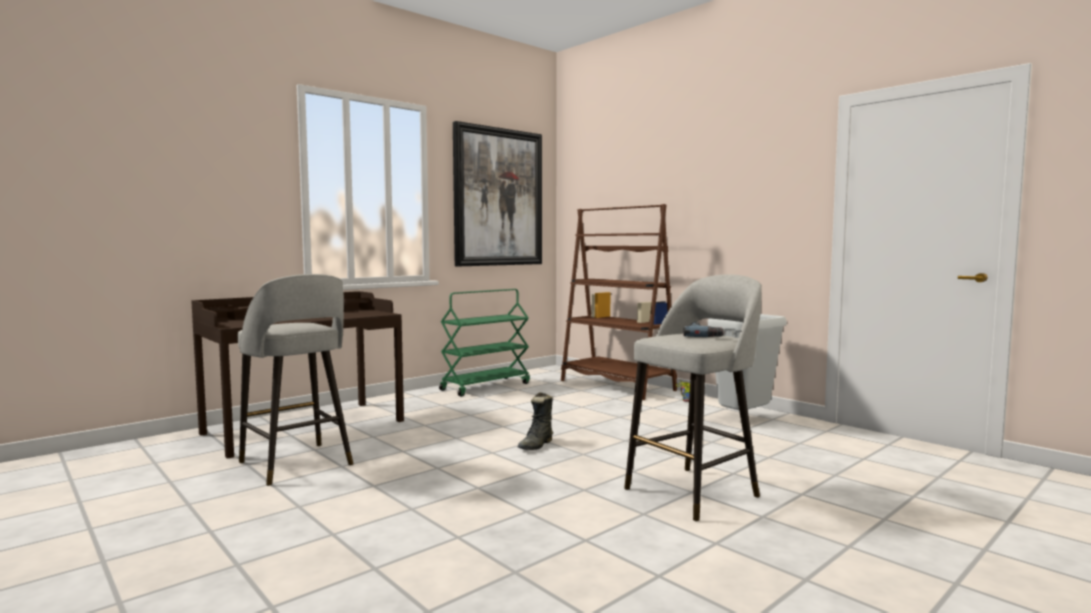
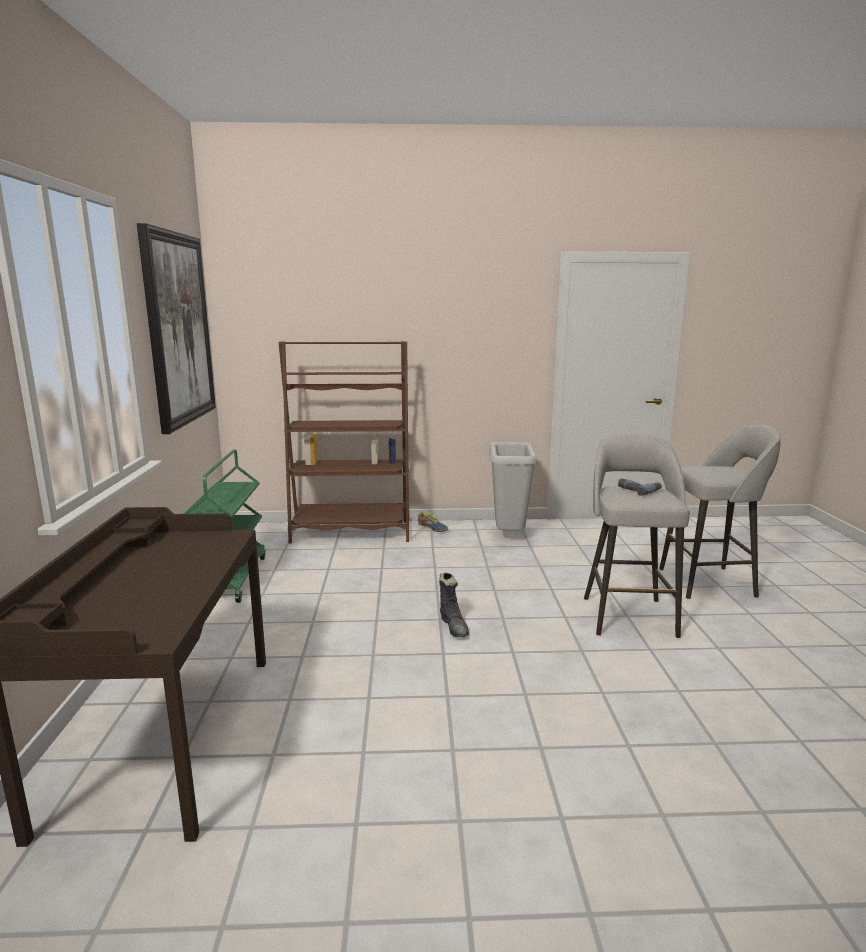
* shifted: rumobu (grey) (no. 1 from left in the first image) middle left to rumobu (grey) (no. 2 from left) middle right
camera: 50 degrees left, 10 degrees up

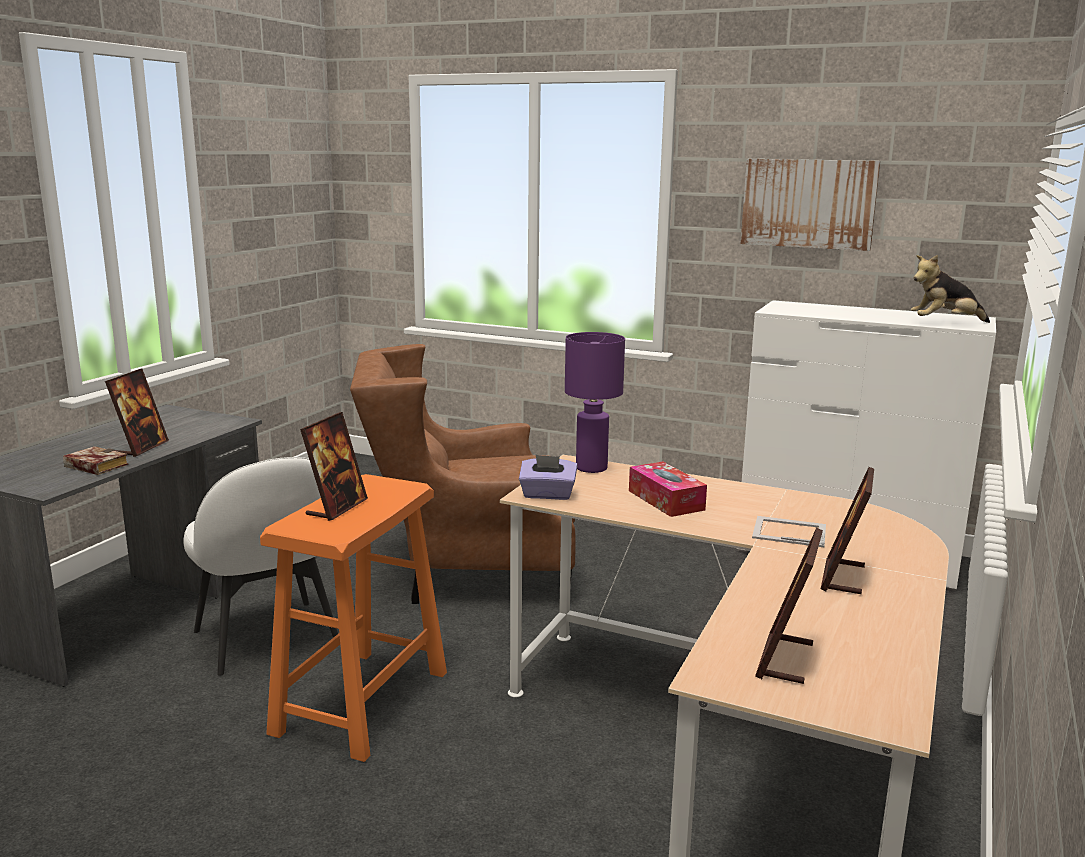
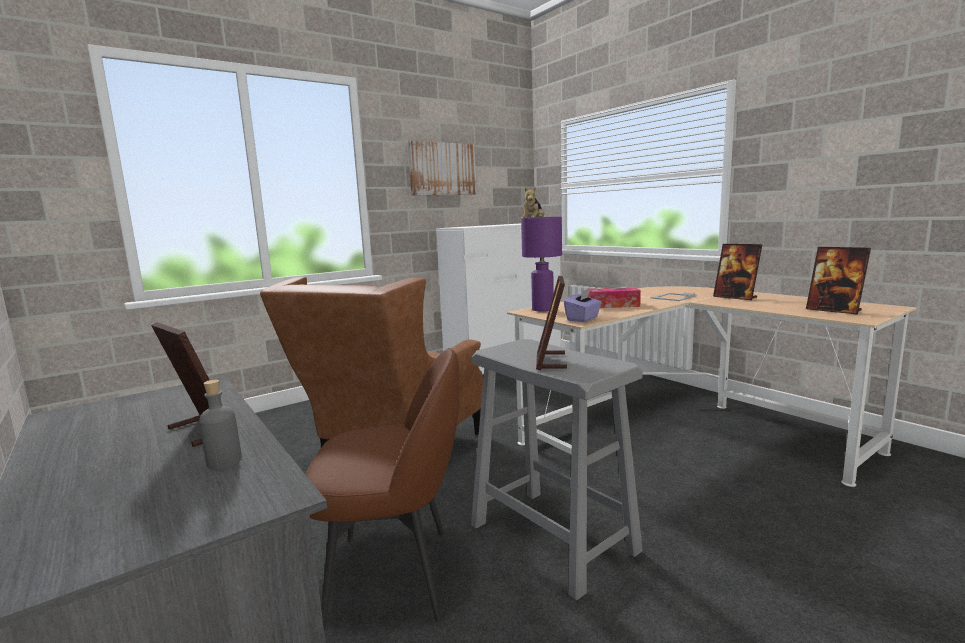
* rotated: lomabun (no. 2 from left) middle left = centre 135 degrees counterclockwise
* swapped: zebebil middle left to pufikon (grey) middle left
* repainted: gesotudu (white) middle left to gesotudu (brown) bottom centre
* repainted: rumobu (orange) bottom left to rumobu (grey) bottom centre
camera: 60 degrees left, 5 degrees down

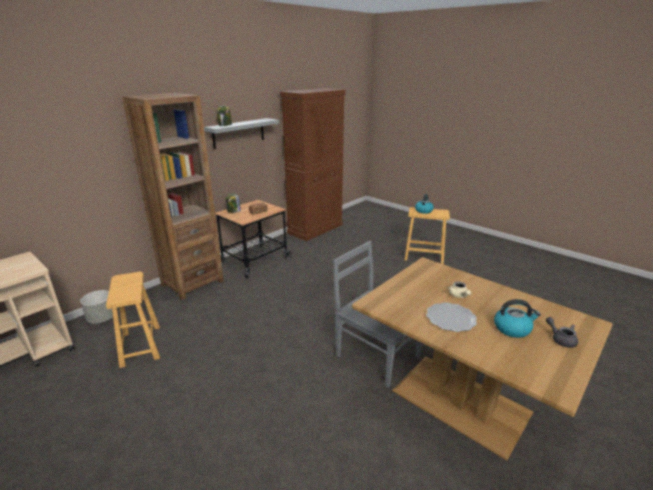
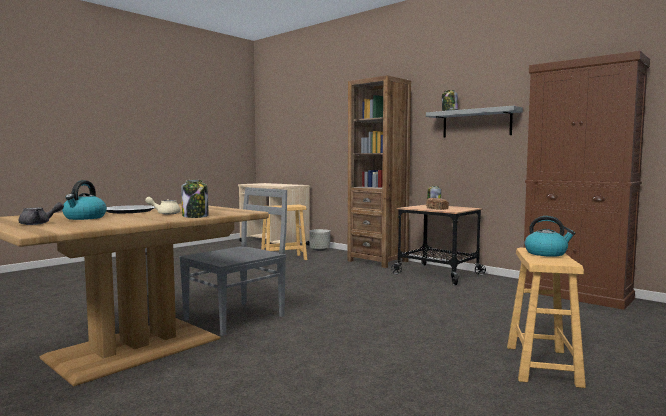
* new: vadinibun (no. 1 from left) middle left
camera: 90 degrees right, 20 degrees down

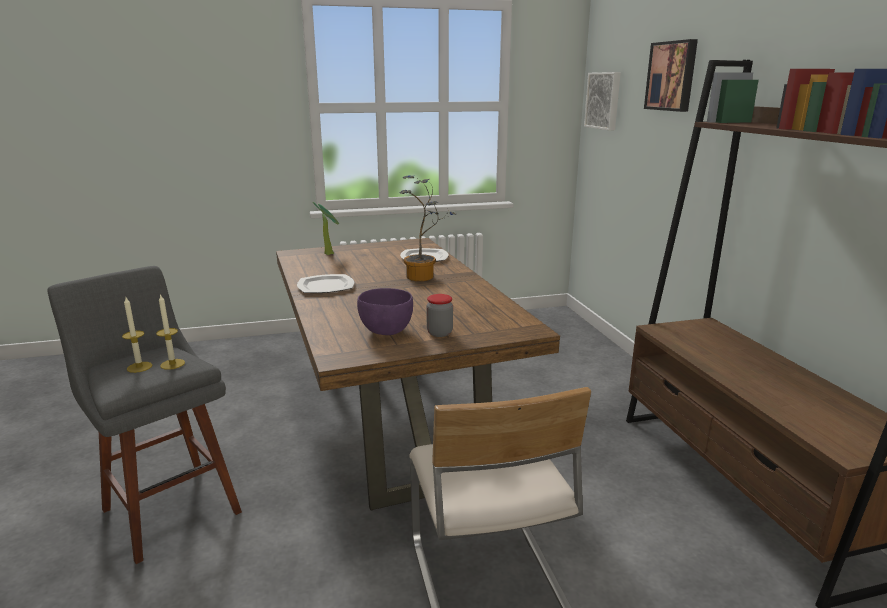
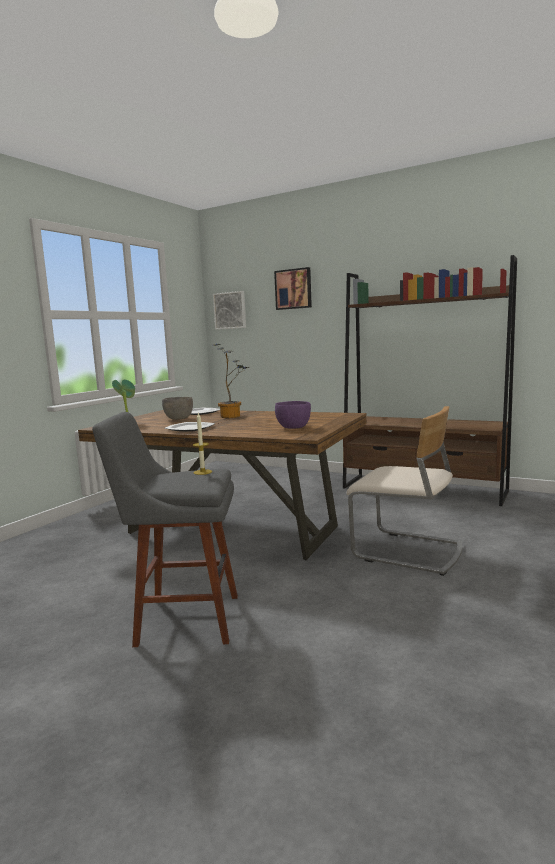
* gone: vadinibun centre
* gone: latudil (no. 1 from left) middle left
* new: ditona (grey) middle left
camera: 45 degrees left, 10 degrees down

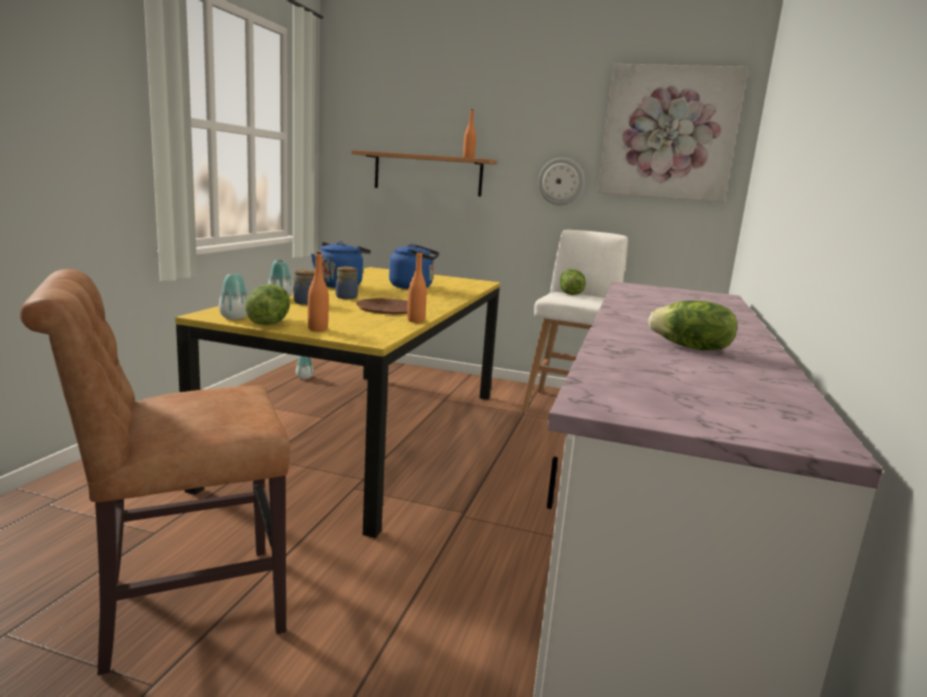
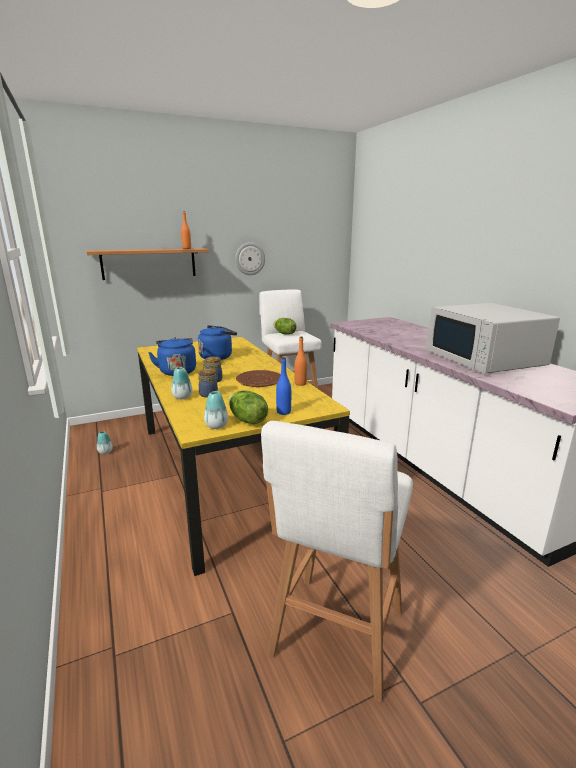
* gone: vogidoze top right
* repainted: pufikon (orange) (no. 1 from left) centre to pufikon (blue) centre
* swapped: gesotudu (brown) bottom left to rumobu (white) (no. 2 from left) bottom centre
* swapped: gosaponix (no. 3 from left) middle right to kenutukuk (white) middle right
camera: 40 degrees left, 5 degrees up

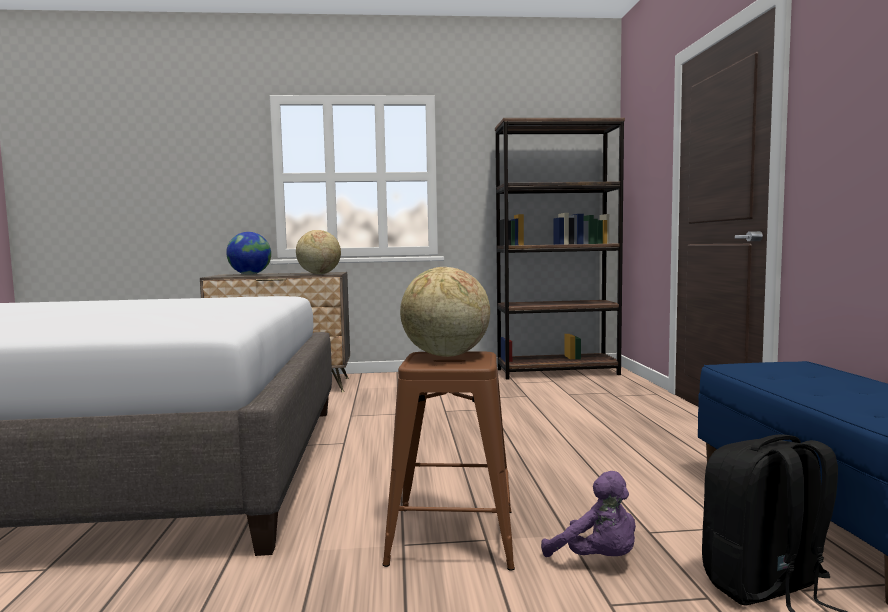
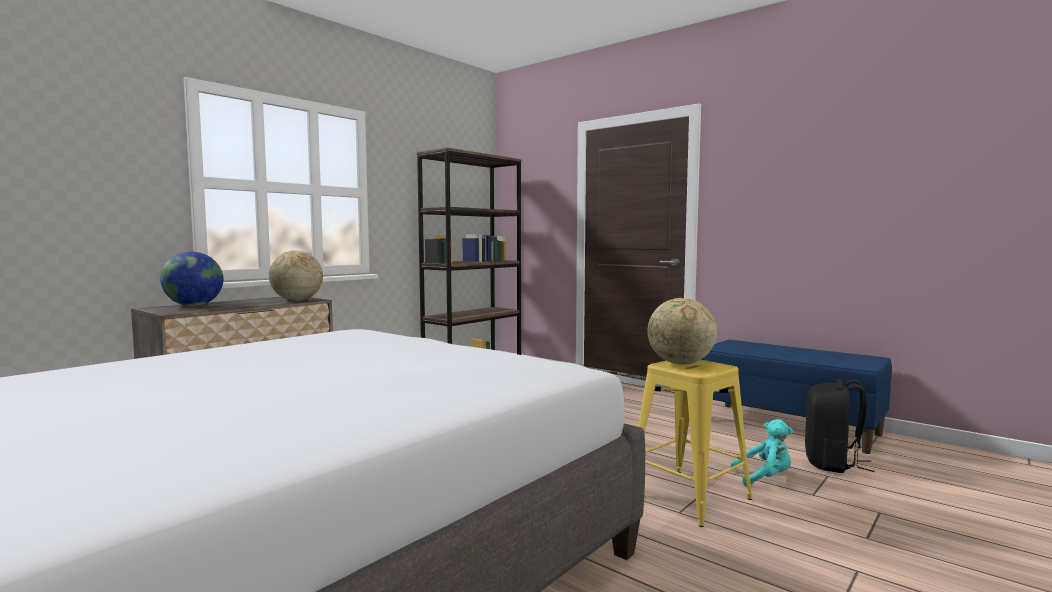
* repainted: rumobu (brown) bottom centre to rumobu (yellow) bottom centre
* repainted: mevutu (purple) bottom centre to mevutu (turquoise) bottom right
camera: 45 degrees left, 0 degrees up

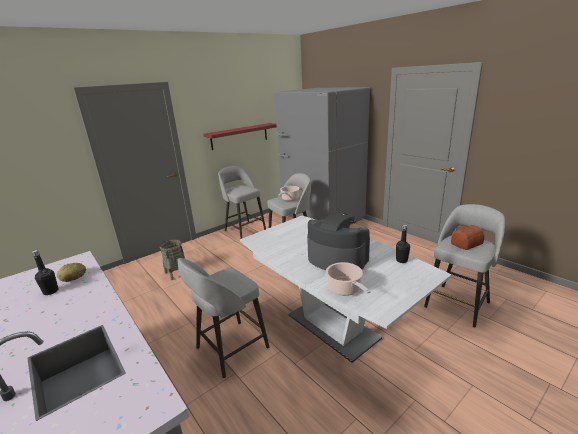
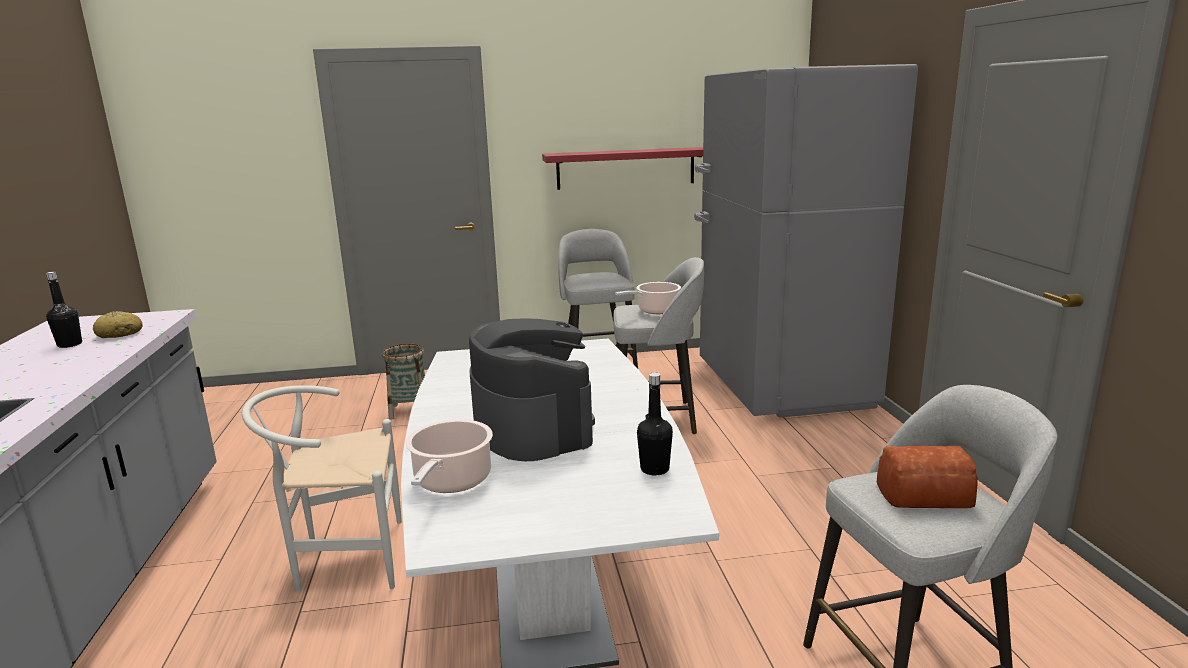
* swapped: rumobu (grey) (no. 1 from left) bottom centre to gesotudu (white) bottom left
camera: 30 degrees right, 5 degrees down

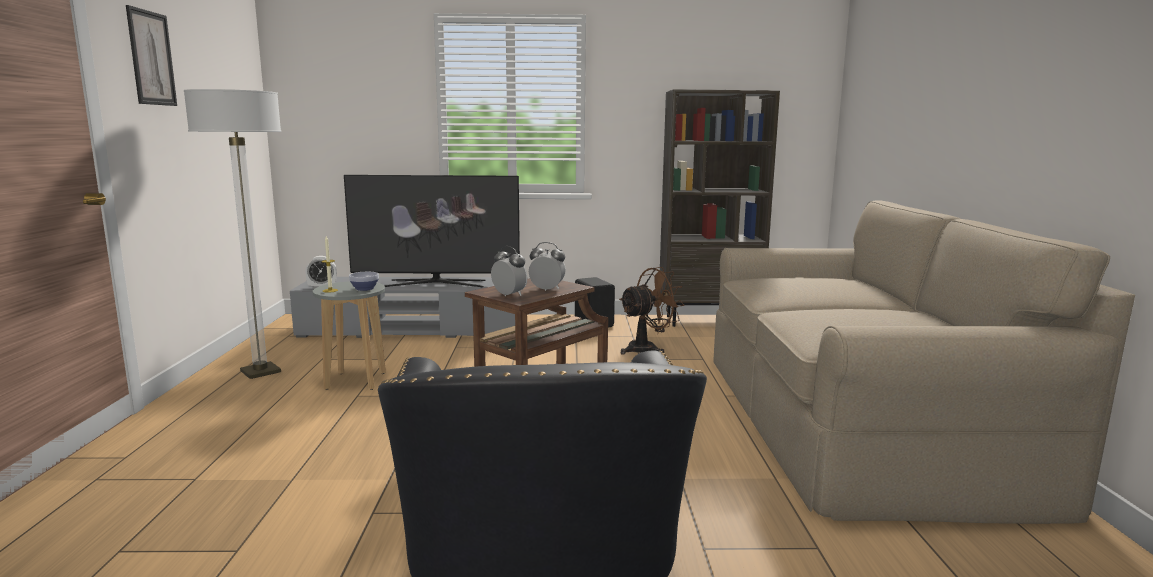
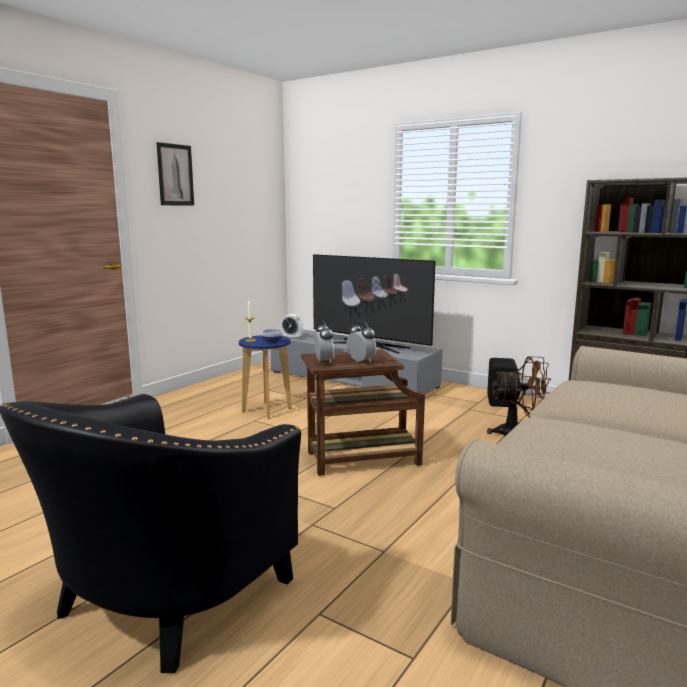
* gone: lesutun middle left
* repainted: rumobu (grey) middle left to rumobu (blue) centre
camera: 35 degrees right, 0 degrees up

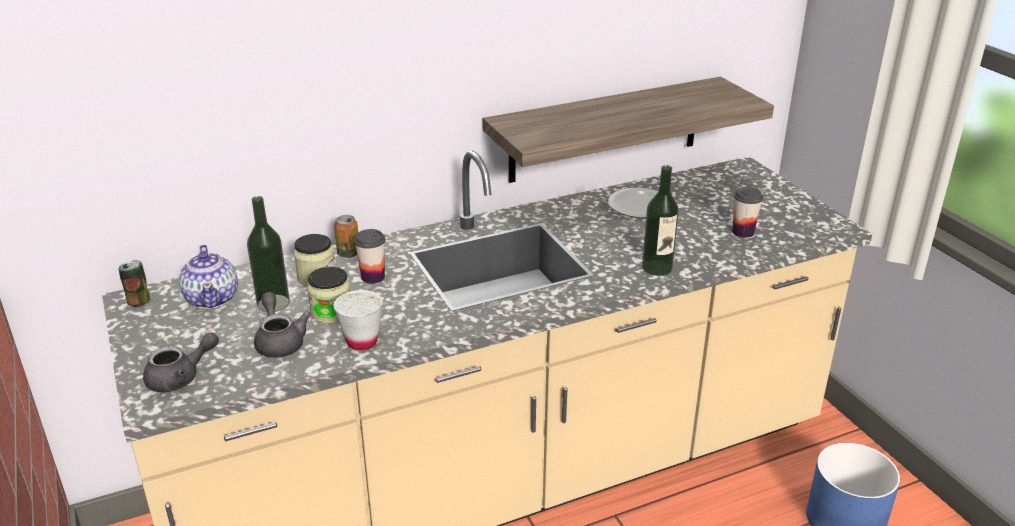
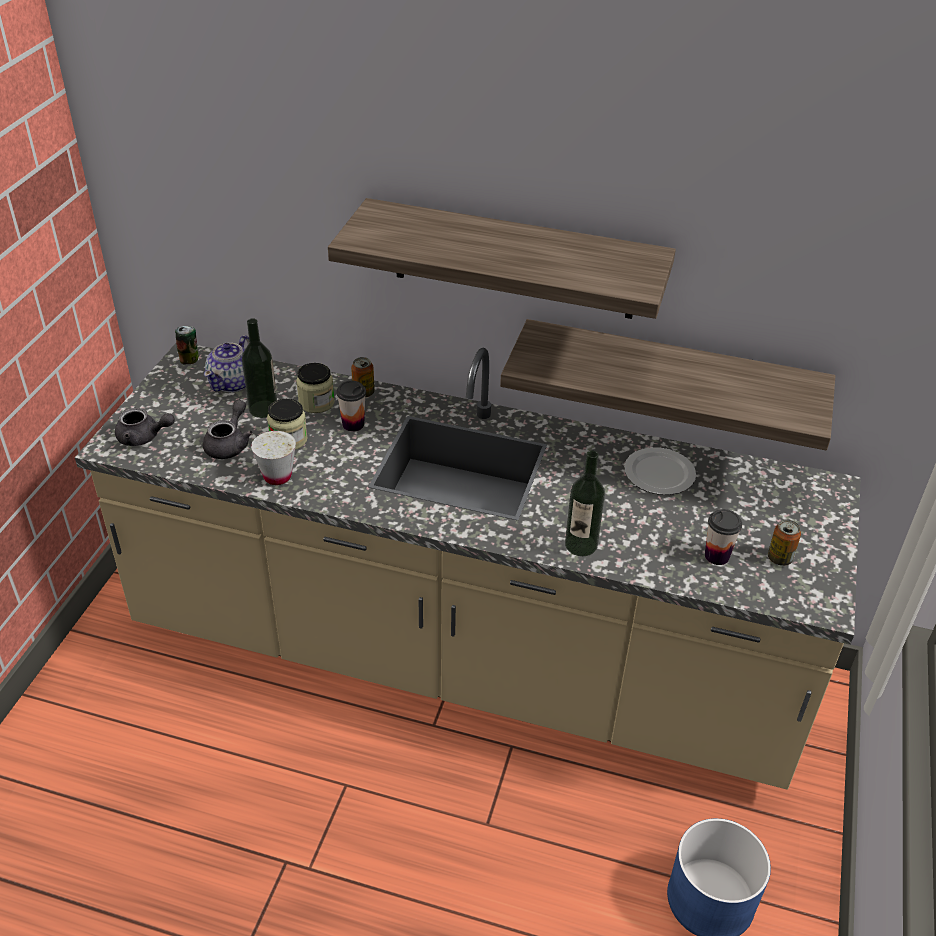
* new: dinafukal (no. 1 from left) top centre
* new: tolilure (no. 3 from left) middle right
camera: 40 degrees right, 10 degrees up

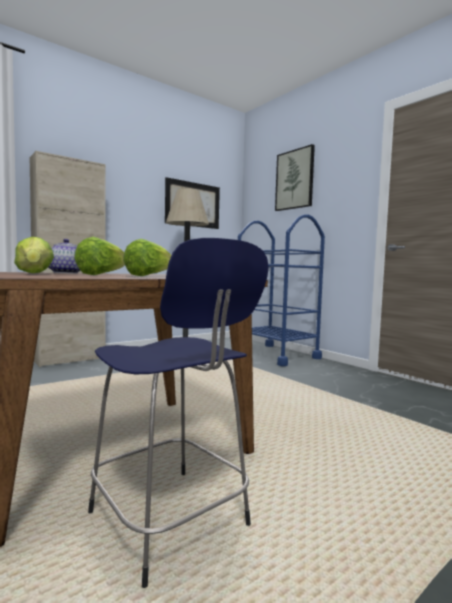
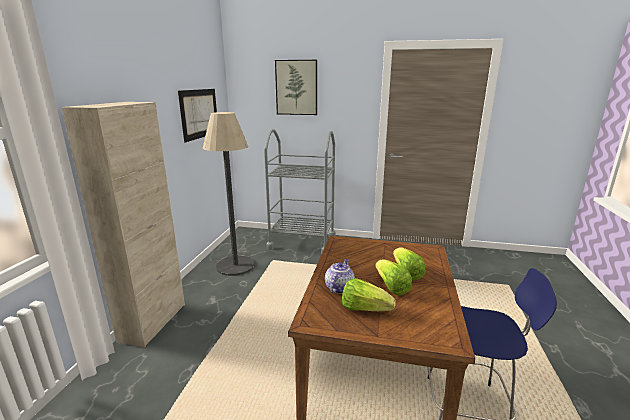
* repainted: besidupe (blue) centre to besidupe (grey) centre
camera: 40 degrees left, 15 degrees up

